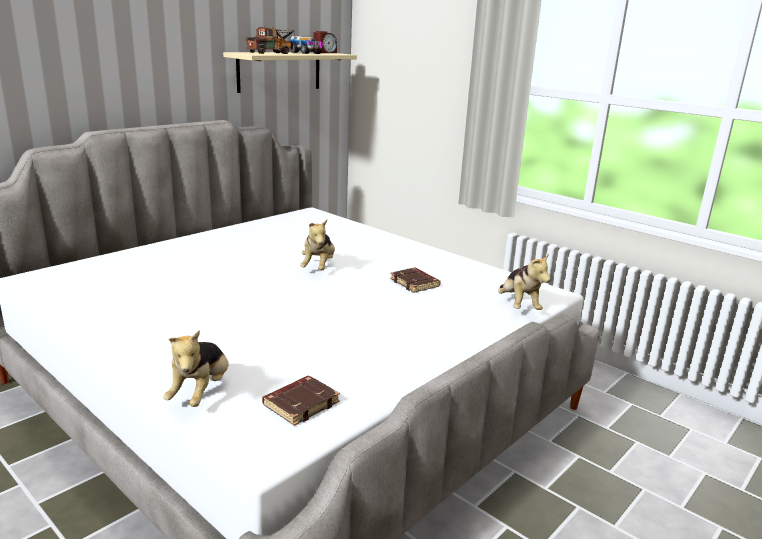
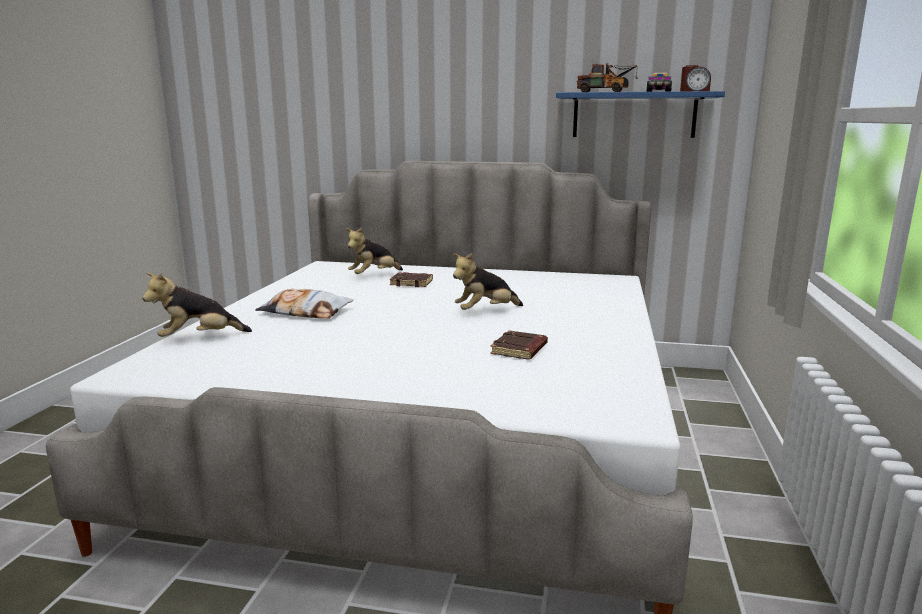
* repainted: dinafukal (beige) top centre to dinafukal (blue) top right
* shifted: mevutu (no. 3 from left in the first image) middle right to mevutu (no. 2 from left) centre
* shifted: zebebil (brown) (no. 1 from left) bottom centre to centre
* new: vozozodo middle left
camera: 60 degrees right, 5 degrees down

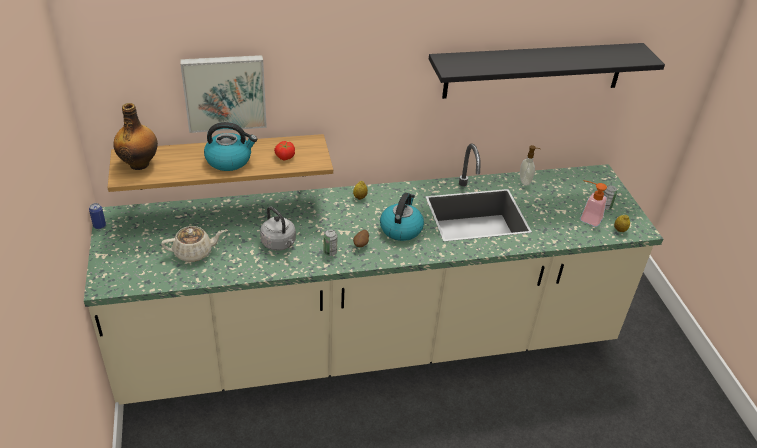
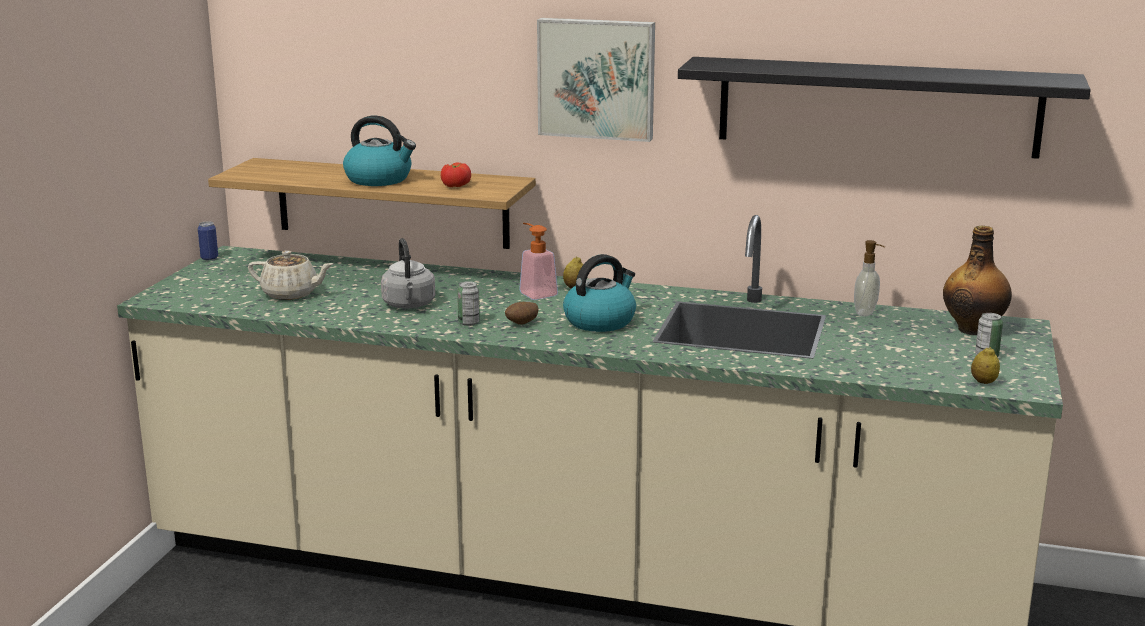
* shifted: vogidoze top left to top centre
* shifted: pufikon top left to middle right
* shifted: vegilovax (no. 2 from left in the first image) middle right to vegilovax (no. 1 from left) centre
camera: 30 degrees right, 20 degrees down

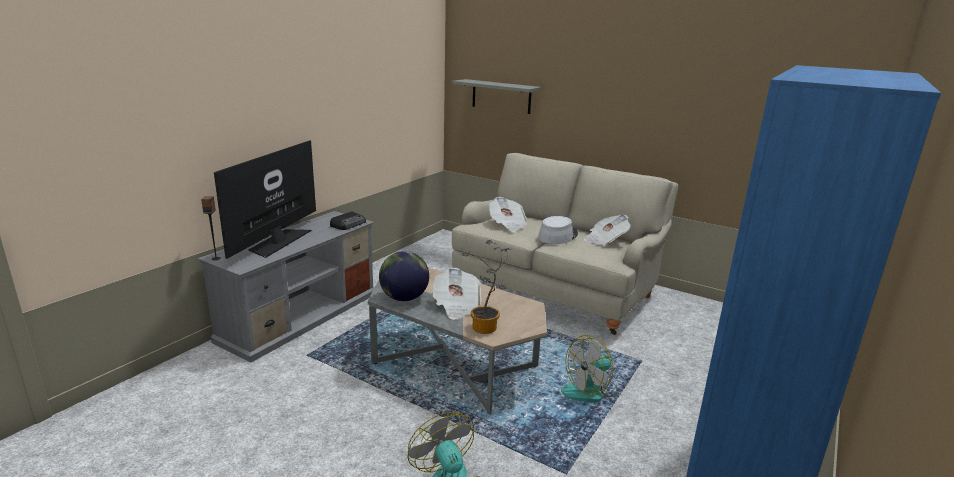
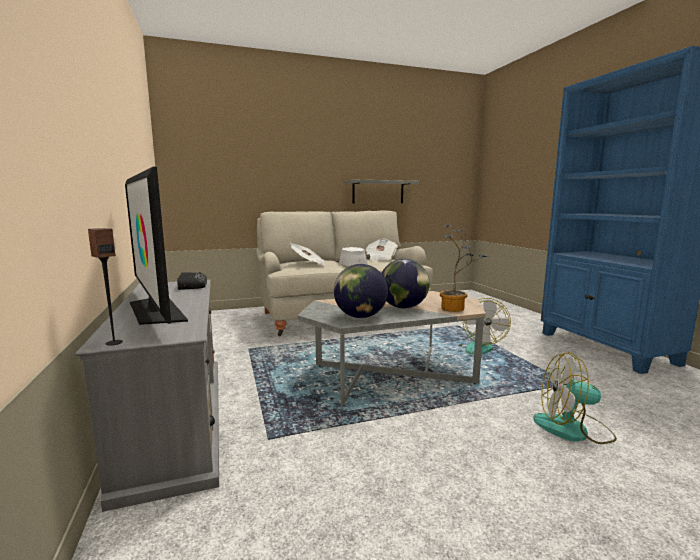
* shifted: dinafukal (grey) top centre to centre
* swapped: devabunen (no. 1 from left) centre to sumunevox (no. 2 from left) centre
camera: 50 degrees left, 10 degrees down

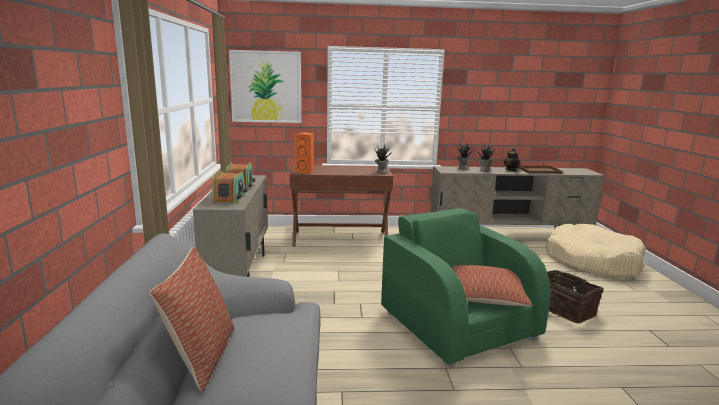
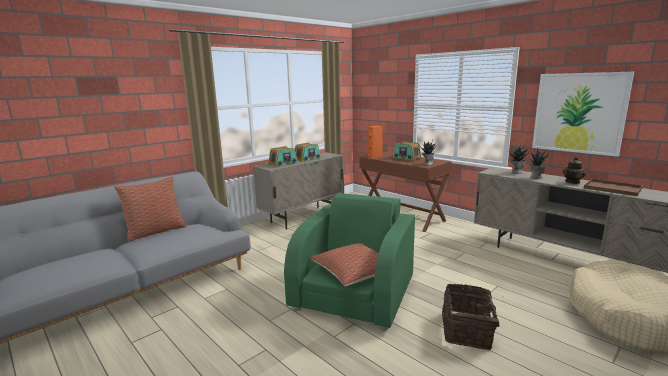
* shifted: vogidoze top centre to top right
* new: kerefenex (no. 3 from left) centre
camera: 50 degrees right, 0 degrees up

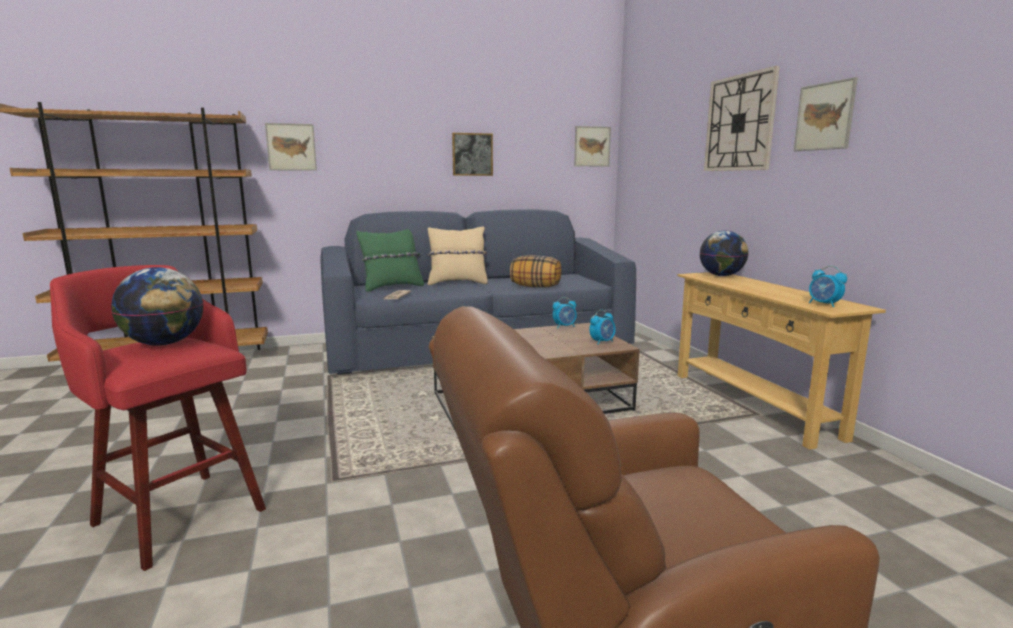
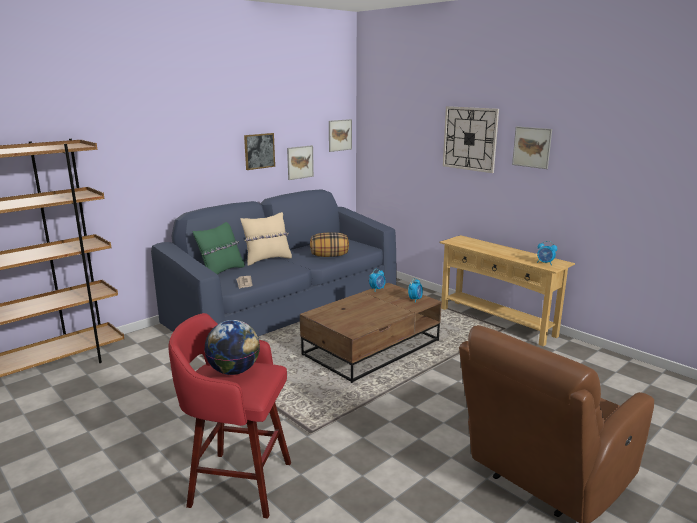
* shifted: vogidoze (no. 1 from left in the first image) top left to vogidoze (no. 2 from left) top centre
* gone: sumunevox (no. 2 from left) middle right
camera: 25 degrees left, 5 degrees up

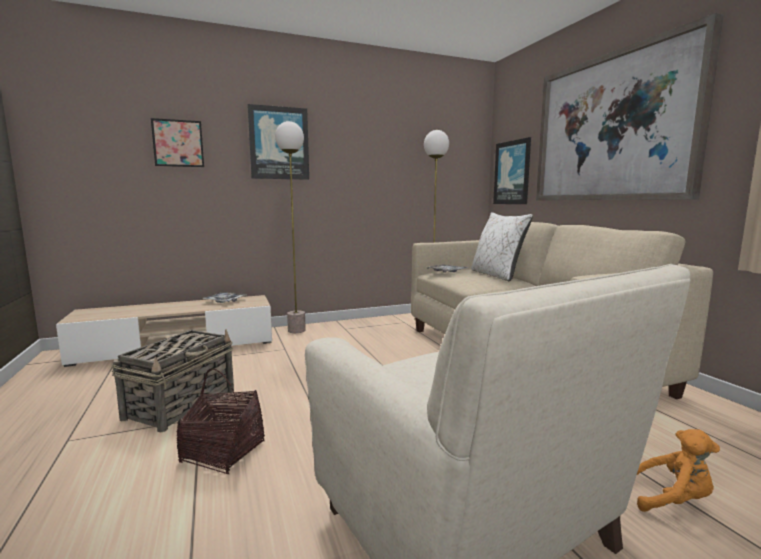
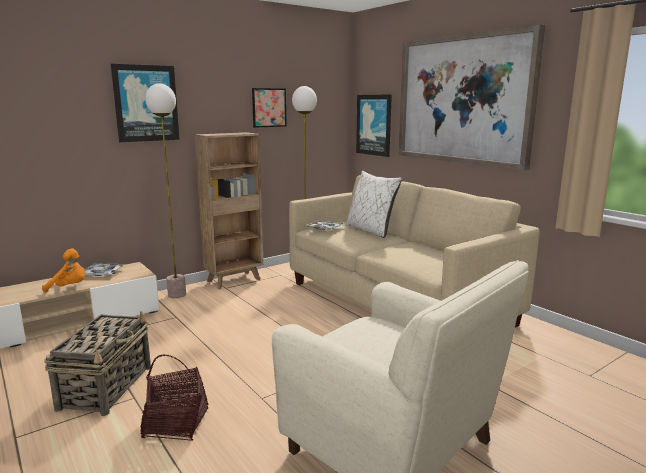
* shifted: vogidoze (no. 1 from left in the first image) top left to vogidoze (no. 2 from left) top centre
* shifted: mevutu (orange) bottom right to middle left
* new: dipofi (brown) centre
camera: 15 degrees left, 5 degrees up

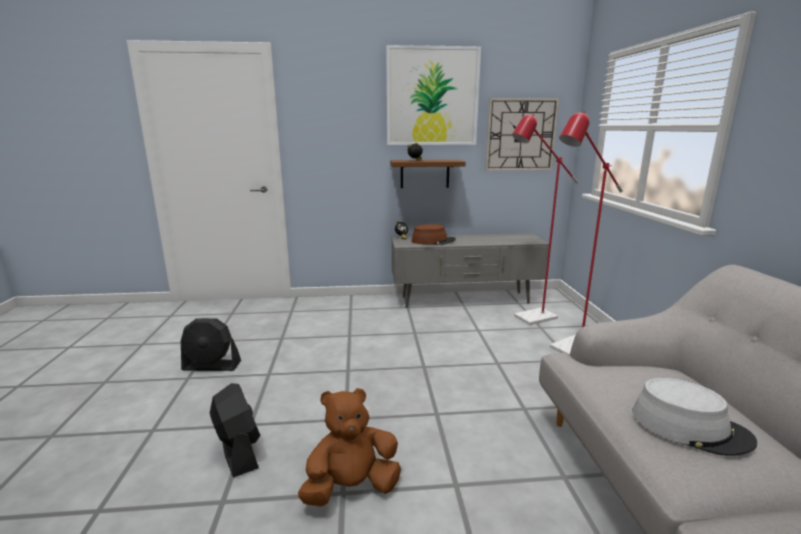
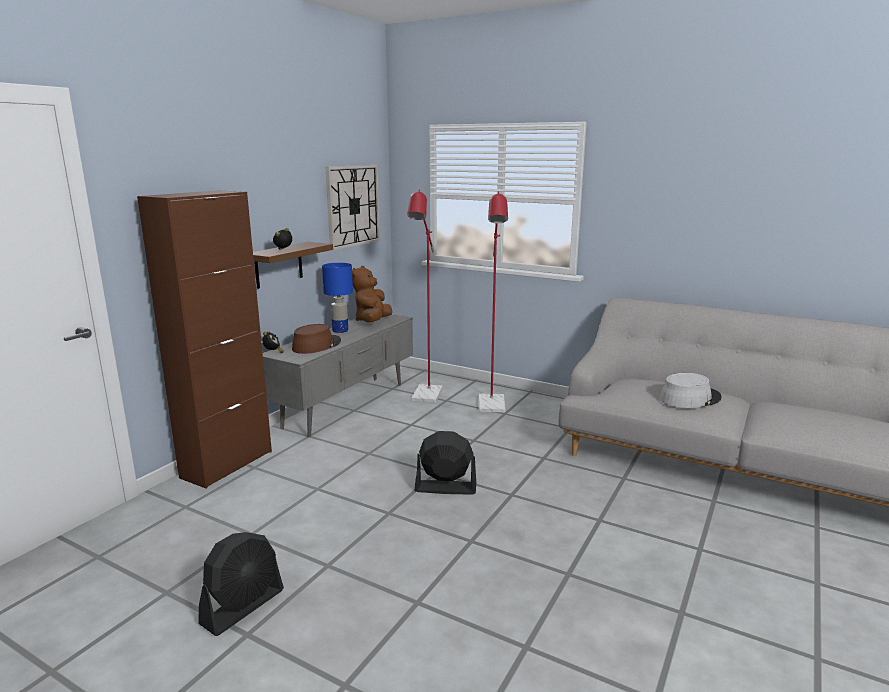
* gone: vogidoze top centre
* shifted: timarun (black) (no. 2 from left) bottom left to bottom centre
* shifted: mevutu (brown) bottom centre to centre
* new: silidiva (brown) middle left
* new: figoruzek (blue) centre
camera: 55 degrees left, 0 degrees up

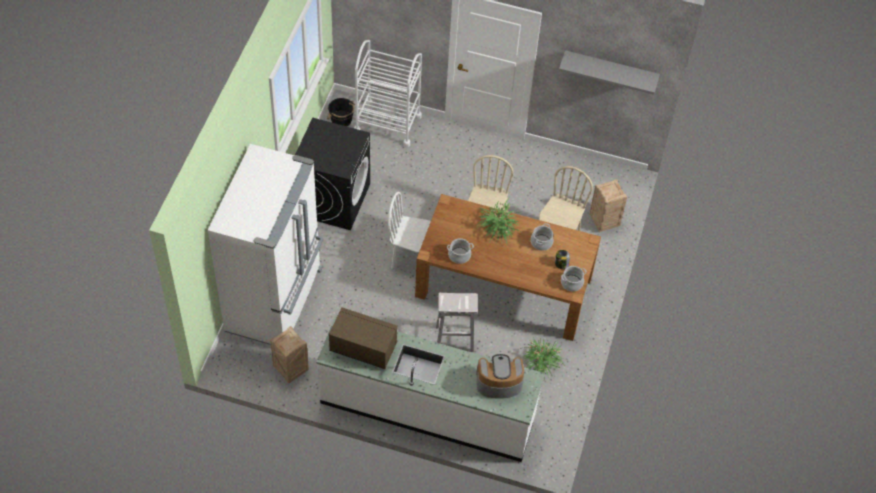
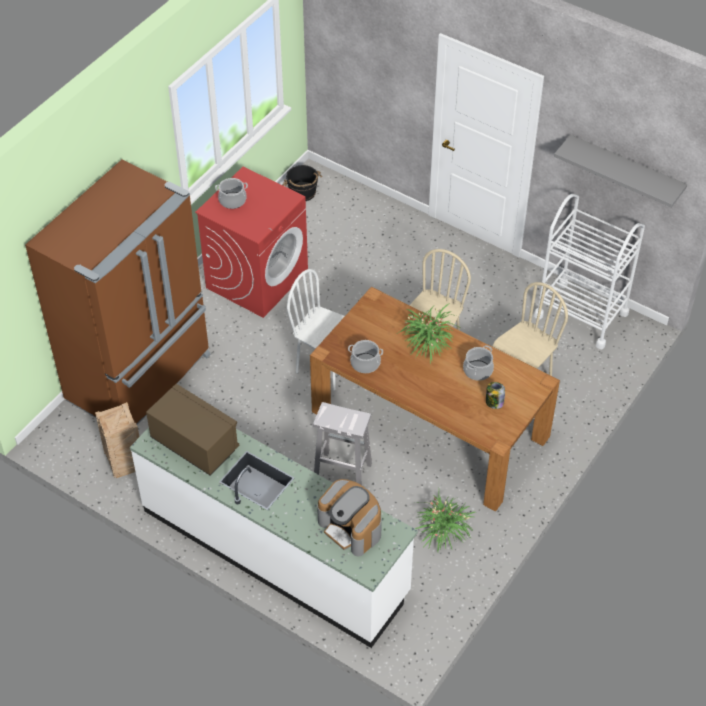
* shifted: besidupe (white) top centre to middle right
* repainted: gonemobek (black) centre to gonemobek (red) centre
* repainted: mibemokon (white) middle left to mibemokon (brown) middle left
* gone: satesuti (no. 2 from left) middle right
* shifted: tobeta (no. 3 from left in the first image) centre to tobeta (no. 1 from left) top left
* rotated: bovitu bottom centre = bottom centre 150 degrees counterclockwise
camera: 20 degrees right, 5 degrees down

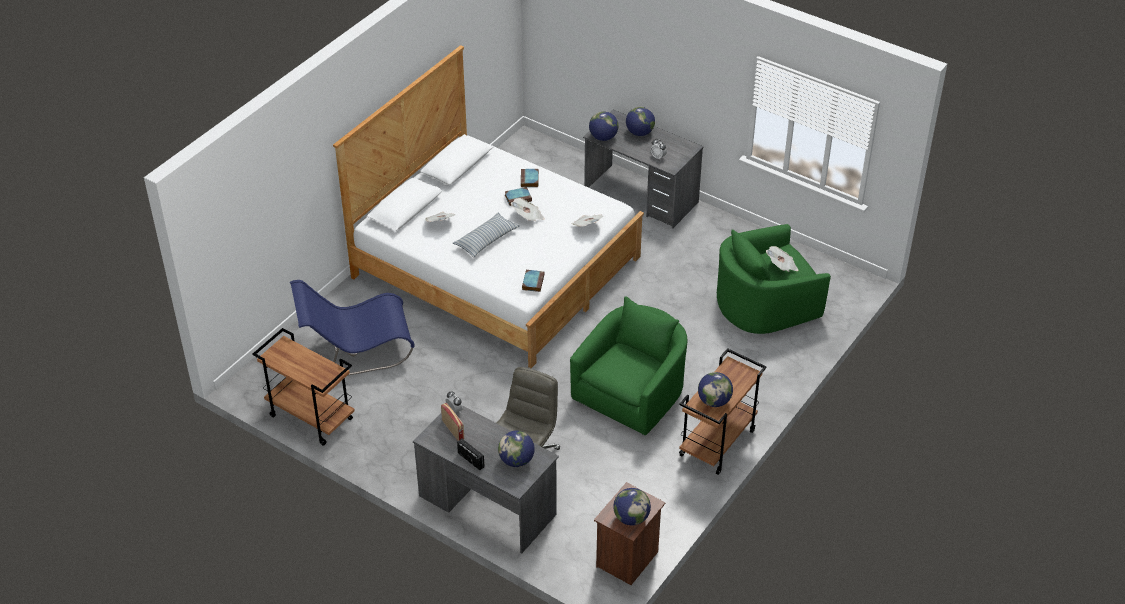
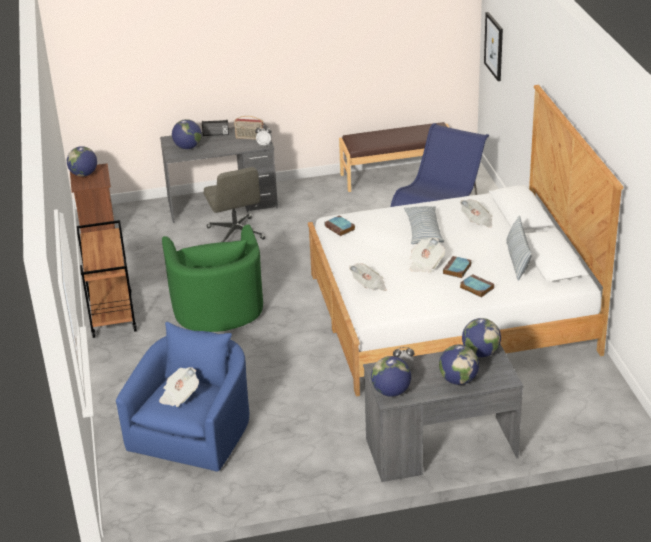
* repainted: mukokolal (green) (no. 2 from left) middle right to mukokolal (blue) bottom left
* swapped: besidupe (brown) (no. 1 from left) middle left to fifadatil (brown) top centre
* shifted: sumunevox (no. 5 from left in the first image) centre to sumunevox (no. 3 from left) bottom centre
* new: vogidoze top right
* new: vozozodo (no. 2 from left) middle right
camera: 135 degrees right, 10 degrees down

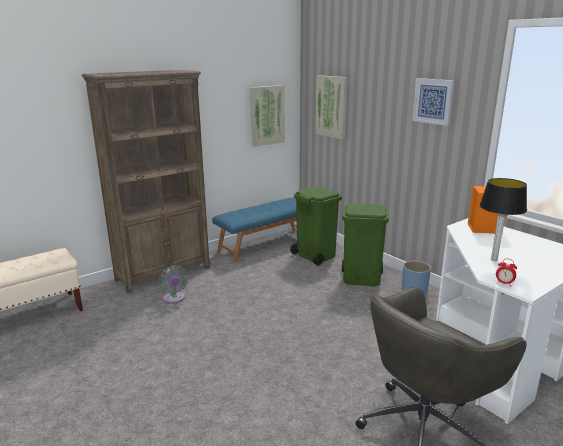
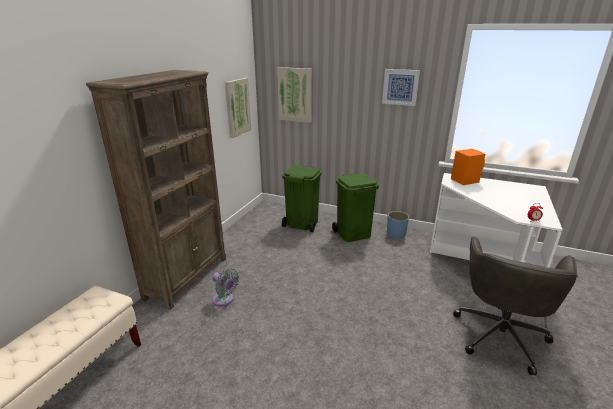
* gone: figoruzek middle right
* gone: fifadatil (blue) centre
camera: 30 degrees left, 5 degrees up

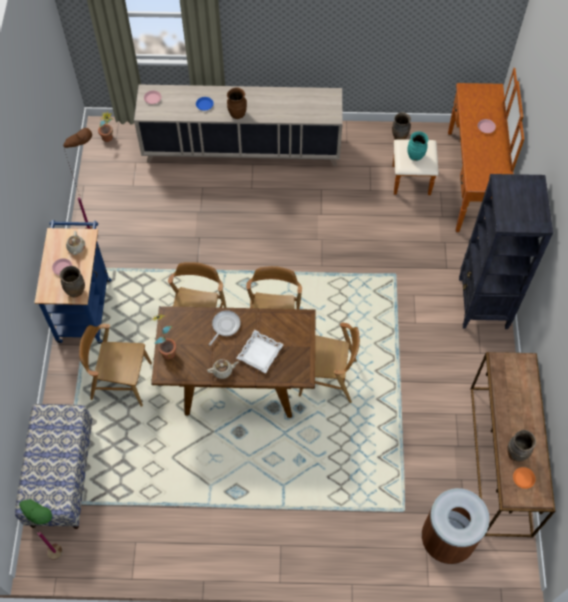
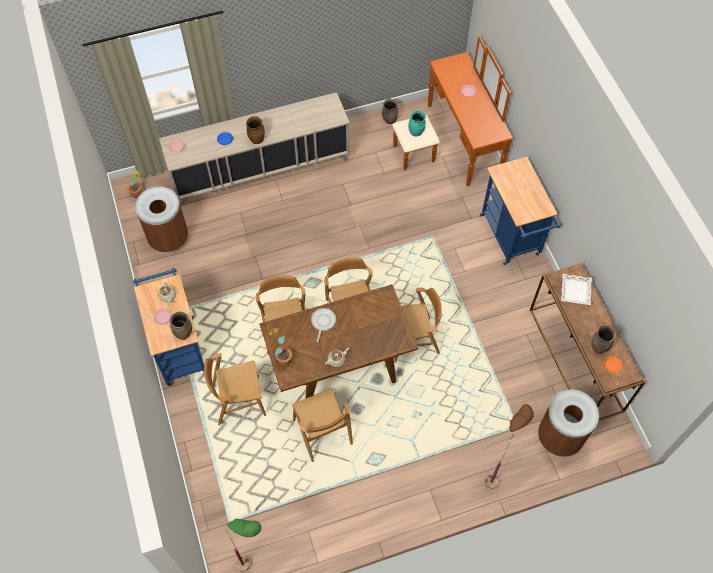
* shifted: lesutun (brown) top left to bottom right
* swapped: dipofi (black) middle right to besidupe (blue) (no. 2 from left) middle right
* shifted: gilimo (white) centre to middle right
* gone: fifadatil bottom left
* new: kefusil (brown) (no. 1 from left) middle left
* new: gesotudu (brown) (no. 3 from left) bottom centre
camera: 20 degrees left, 0 degrees up

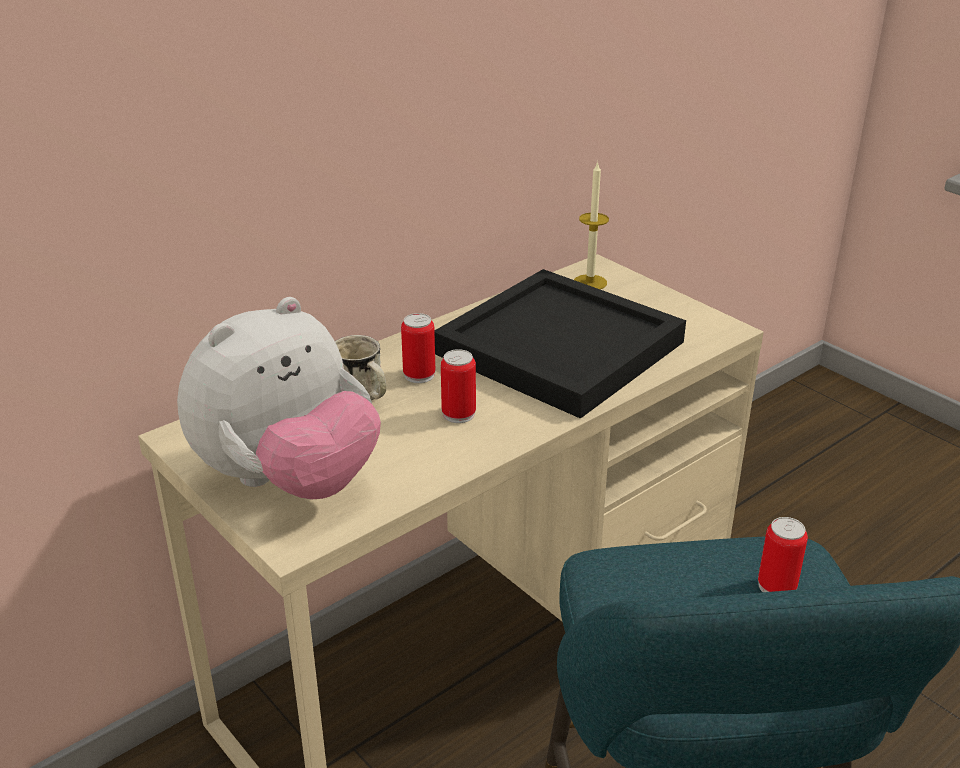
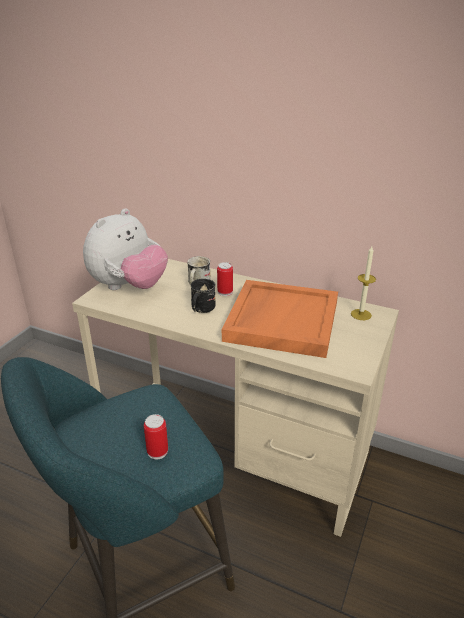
* repainted: gilimo (black) centre to gilimo (orange) centre
* rotated: mevutu middle left = middle left 75 degrees counterclockwise
* swapped: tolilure (no. 2 from left) centre to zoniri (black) centre
camera: 65 degrees right, 0 degrees up

